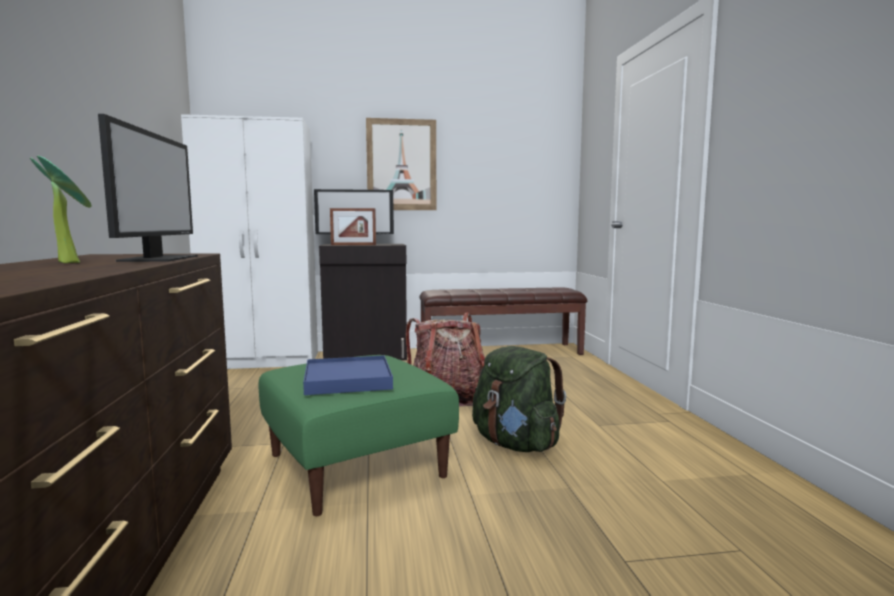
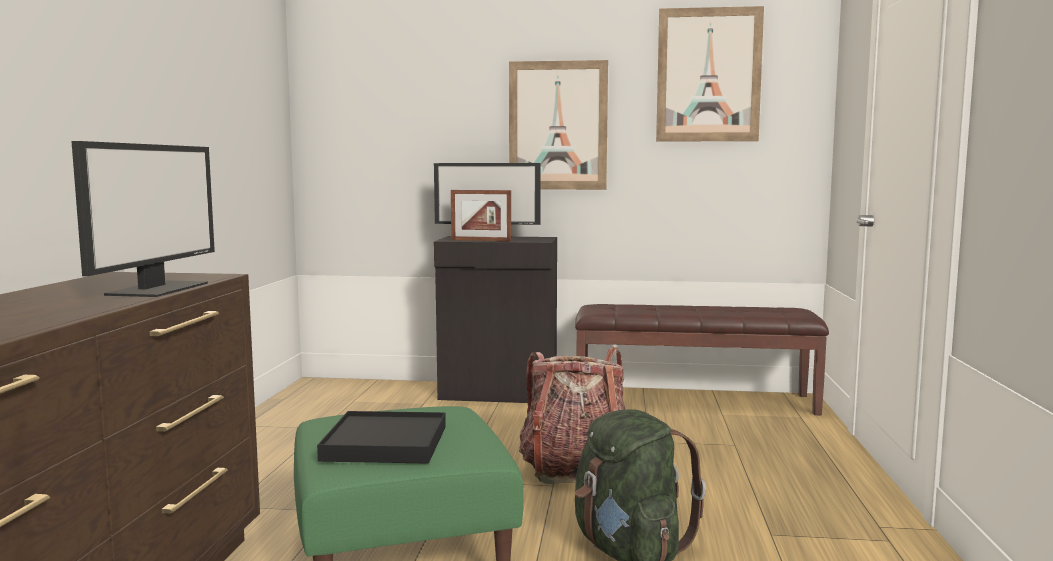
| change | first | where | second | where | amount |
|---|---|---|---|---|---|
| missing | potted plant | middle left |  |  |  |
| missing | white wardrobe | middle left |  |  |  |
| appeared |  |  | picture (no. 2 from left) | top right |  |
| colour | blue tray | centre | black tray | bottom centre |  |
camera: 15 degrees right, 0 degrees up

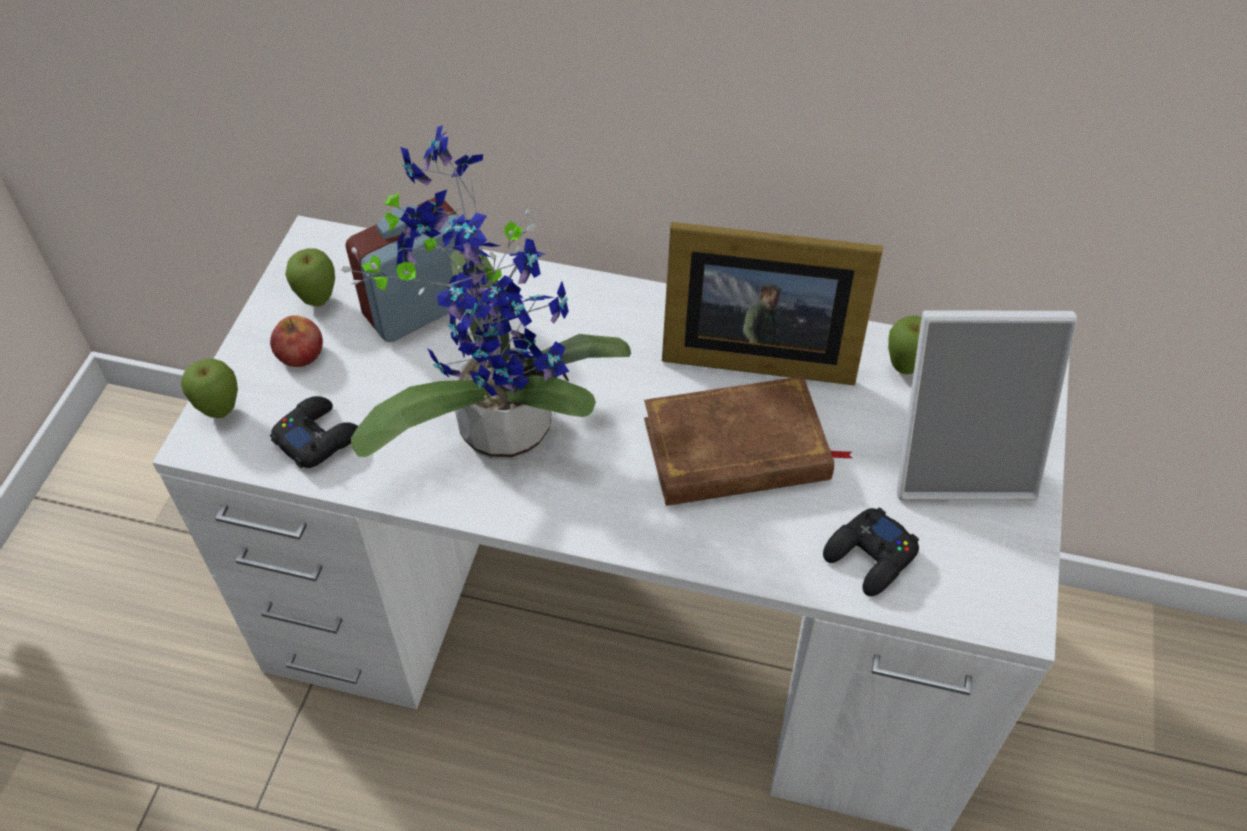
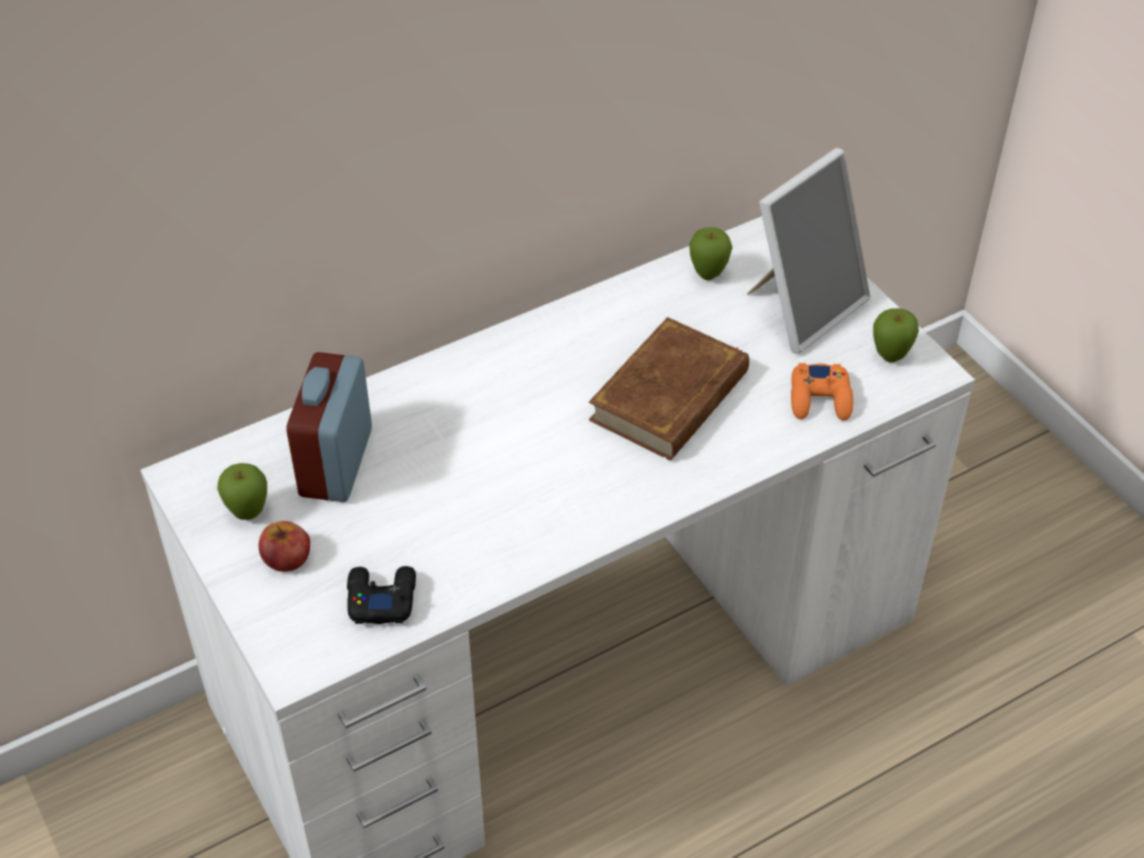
| change | first | where | second | where | amount |
|---|---|---|---|---|---|
| missing | potted plant | centre |  |  |  |
| missing | picture frame (no. 1 from left) | centre |  |  |  |
| relocated | apple (no. 1 from left in the first image) | middle left | apple (no. 4 from left) | middle right |  |
| colour | black game controller (no. 2 from left) | middle right | orange game controller | middle right |  |
camera: 45 degrees left, 5 degrees down

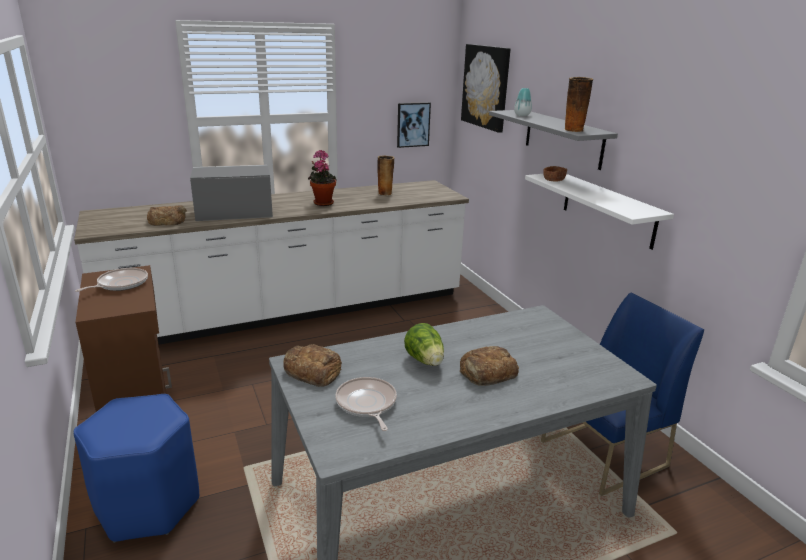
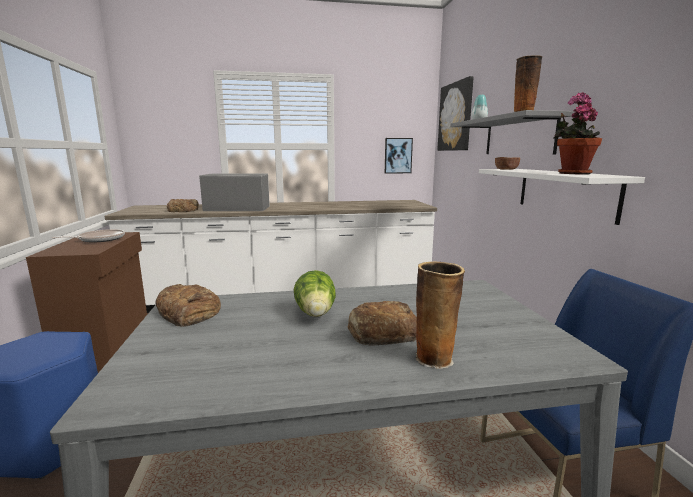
| change | first | where | second | where | amount |
|---|---|---|---|---|---|
| missing | frying pan (no. 2 from left) | bottom centre |  |  |  |
| relocated | potted plant | top centre |  | top right |  |
| relocated | vase (no. 1 from left) | top centre |  | centre |  |
camera: 15 degrees right, 10 degrees down

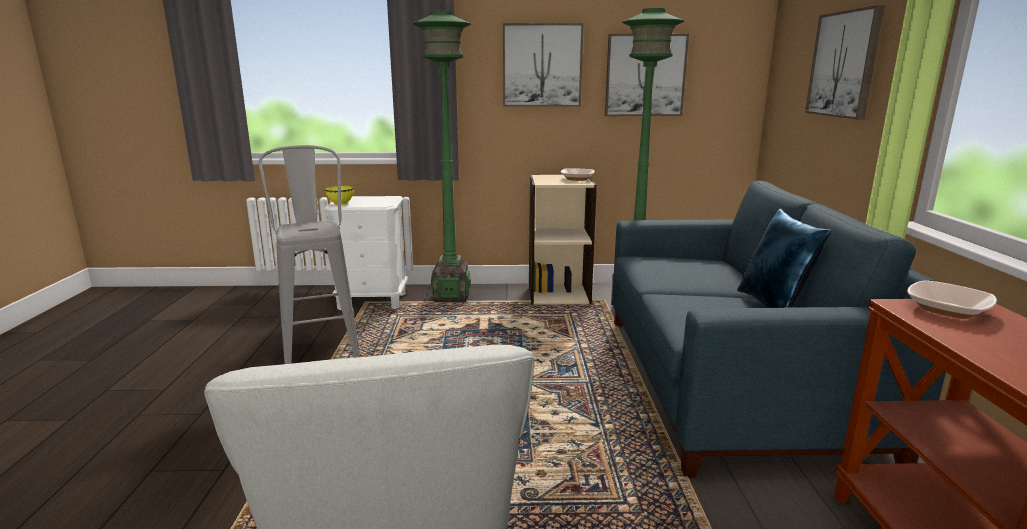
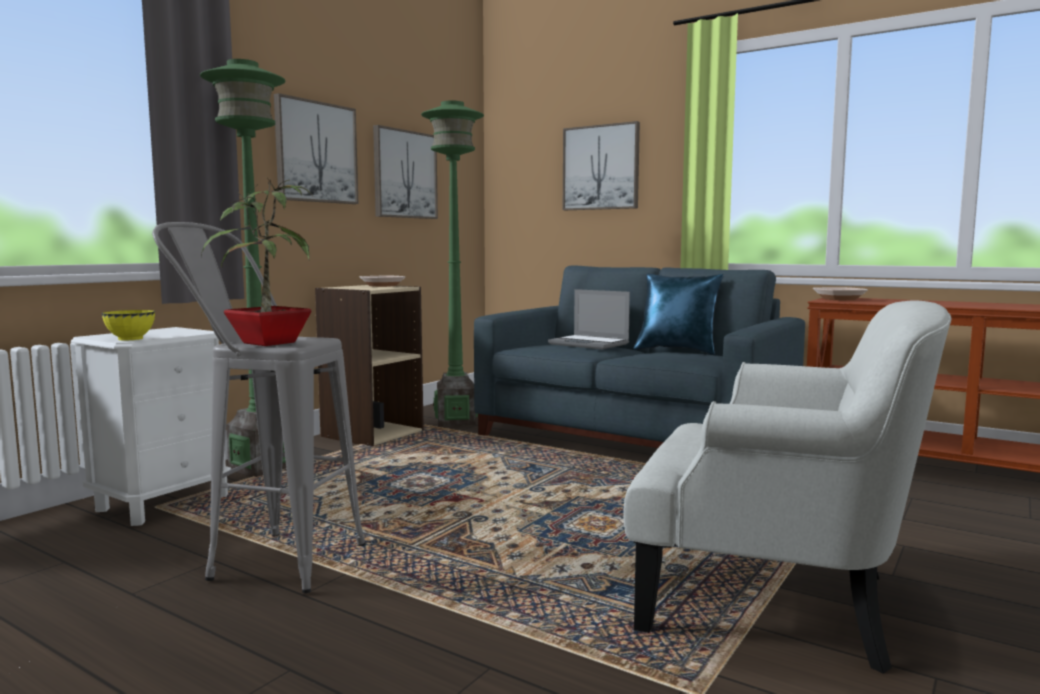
| change | first | where | second | where | amount |
|---|---|---|---|---|---|
| appeared |  |  | potted plant | middle left |  |
| appeared |  |  | laptop | centre |  |
camera: 55 degrees left, 10 degrees down

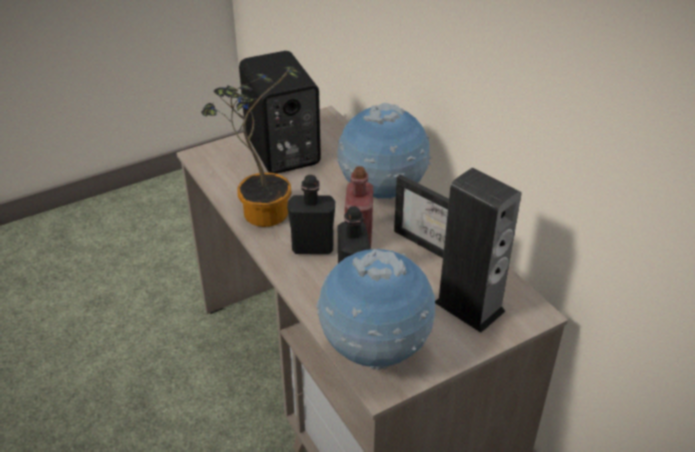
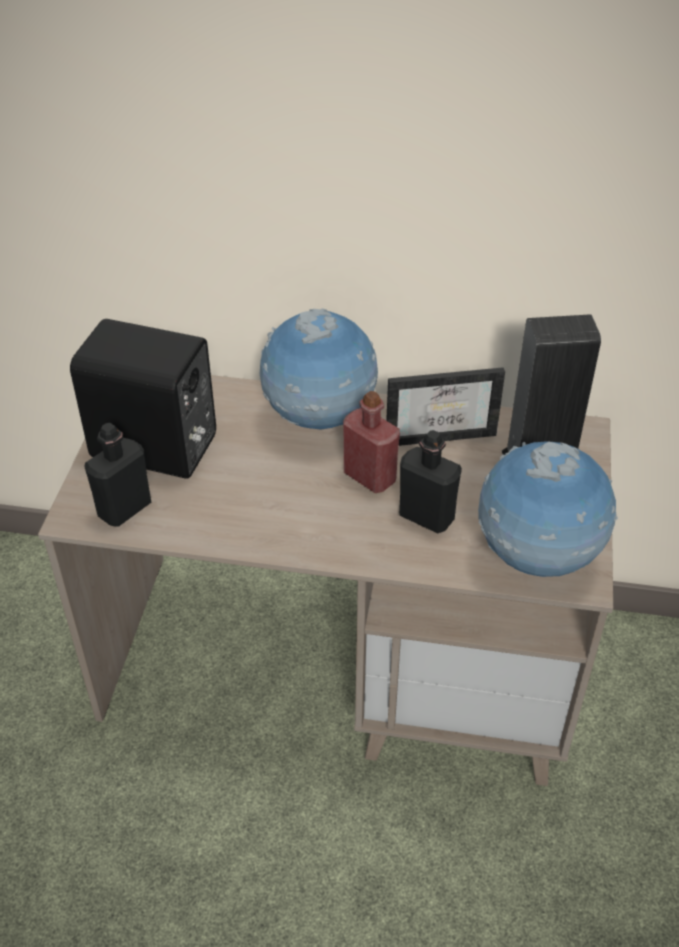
| change | first | where | second | where | amount |
|---|---|---|---|---|---|
| missing | potted plant | top centre |  |  |  |
| relocated | black bottle (no. 1 from left) | centre |  | middle left |  |
camera: 50 degrees left, 5 degrees up

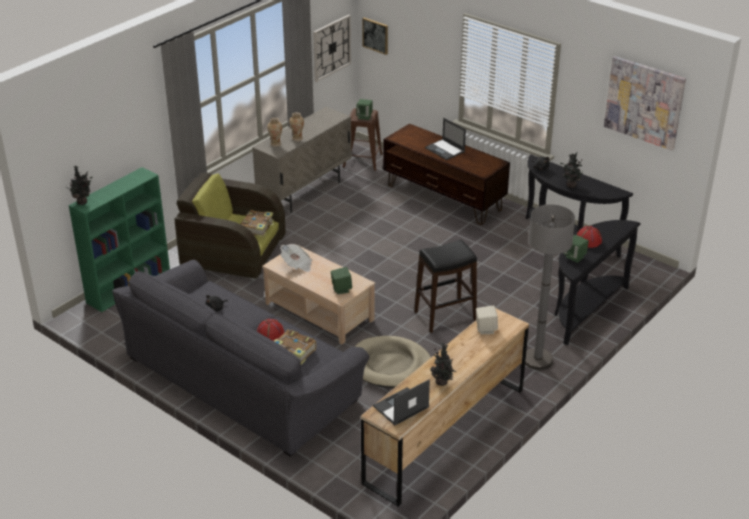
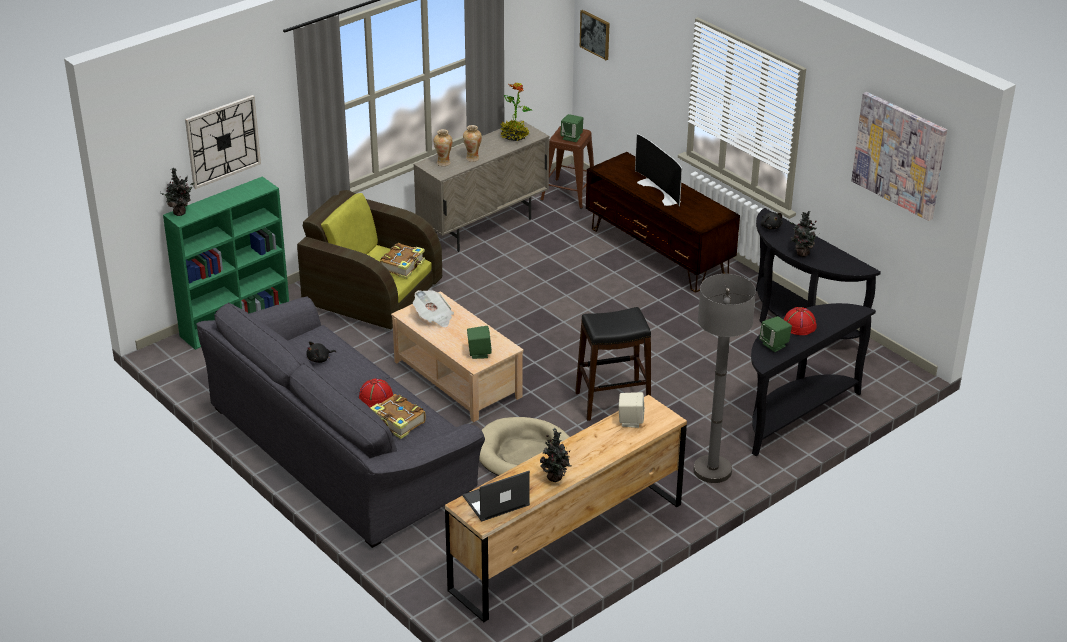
| change | first | where | second | where | amount |
|---|---|---|---|---|---|
| appeared |  |  | potted plant (no. 2 from left) | top centre |  |
| relocated | wall clock | top centre |  | top left |  |
| exchanged | laptop (no. 2 from left) | top centre | television | top centre |  |
camera: 10 degrees right, 0 degrees up

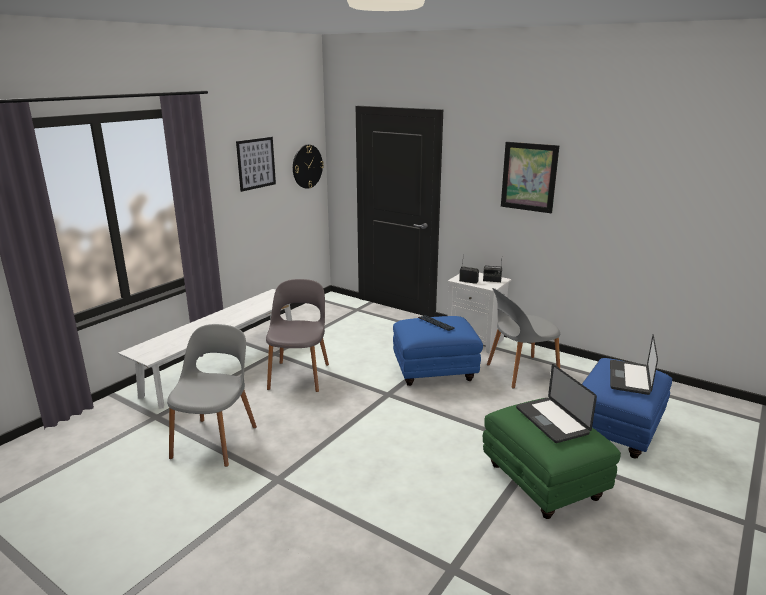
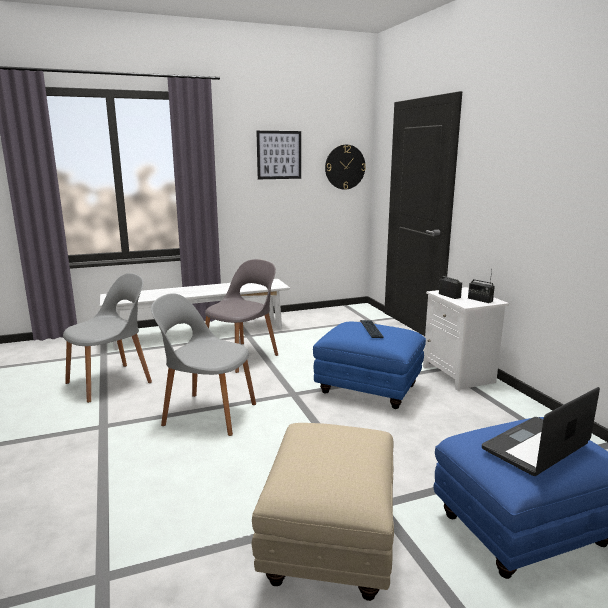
| change | first | where | second | where | amount |
|---|---|---|---|---|---|
| missing | picture (no. 2 from left) | top right |  |  |  |
| missing | laptop (no. 1 from left) | bottom right |  |  |  |
| relocated | grey chair (no. 3 from left in the first image) | middle right | grey chair (no. 2 from left) | centre |  |
| colour | green ottoman | bottom right | beige ottoman | bottom centre |  |
camera: 35 degrees right, 5 degrees down

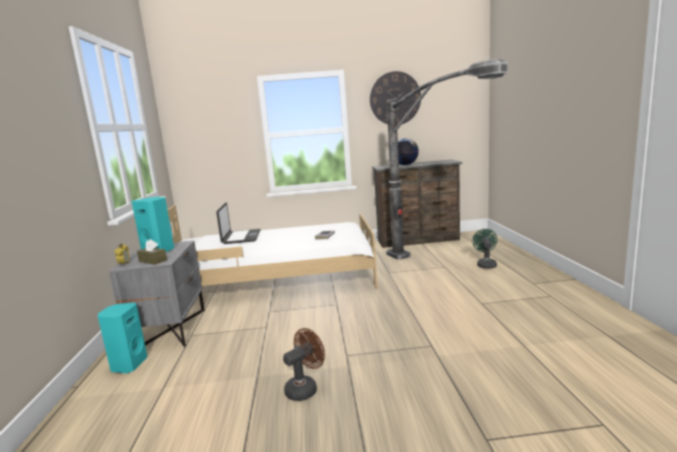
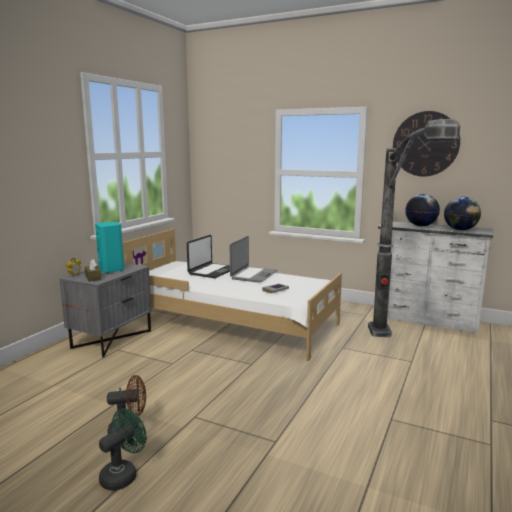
| change | first | where | second | where | amount |
|---|---|---|---|---|---|
| missing | turquoise speaker (no. 1 from left) | bottom left |  |  |  |
| appeared |  |  | laptop (no. 2 from left) | centre |  |
| appeared |  |  | globe (no. 2 from left) | middle right |  |
| relocated | green fan | middle right |  | bottom left |  |
| colour | brown dresser | centre | white dresser | middle right |  |
camera: 30 degrees right, 0 degrees up

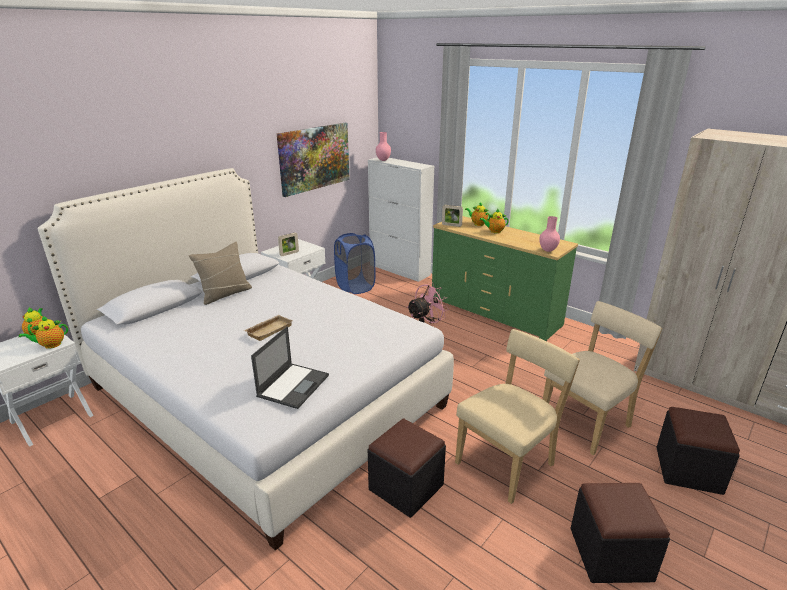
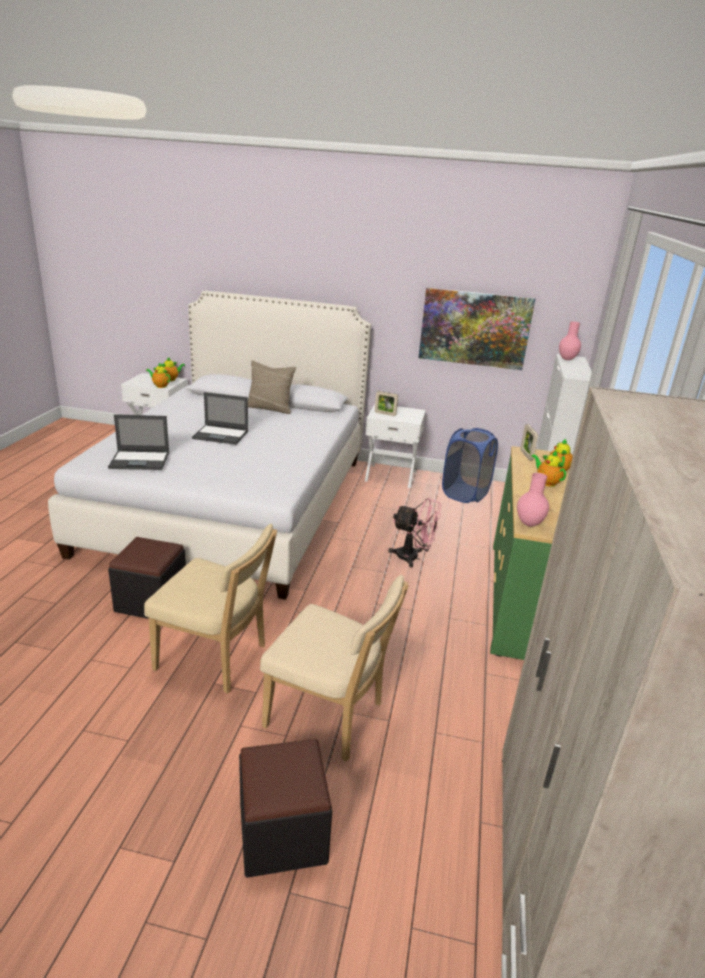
| change | first | where | second | where | amount |
|---|---|---|---|---|---|
| missing | black ottoman (no. 2 from left) | bottom right |  |  |  |
| exchanged | beige tray | centre | laptop (no. 2 from left) | middle left |  |
camera: 60 degrees right, 0 degrees up

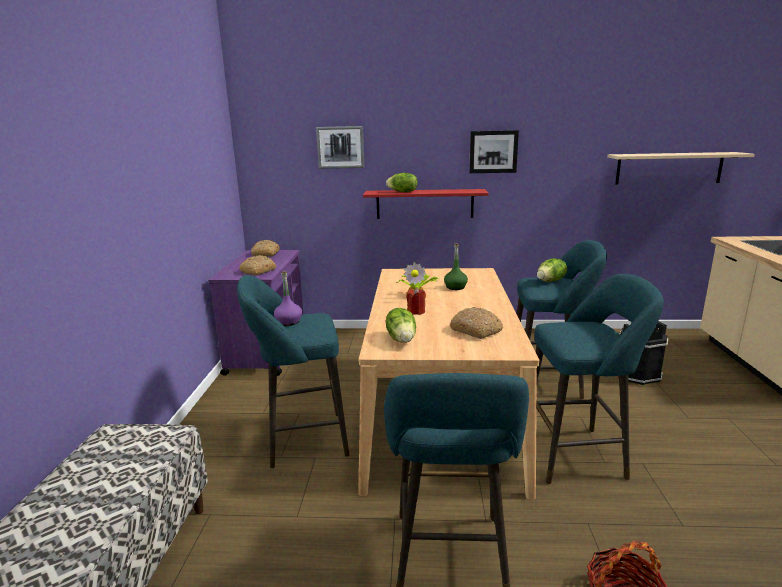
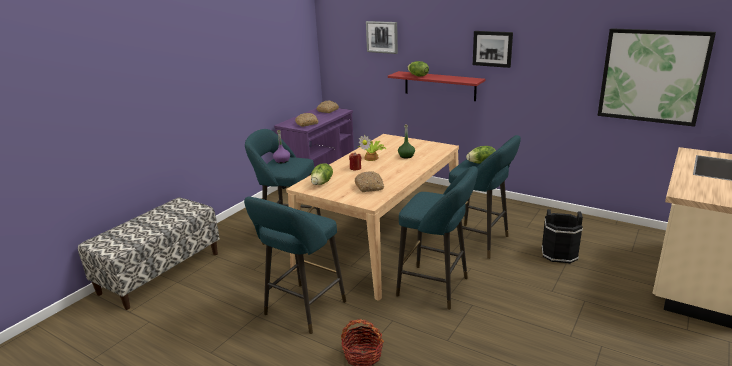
| change | first | where | second | where | amount |
|---|---|---|---|---|---|
| exchanged | beige shelf | top right | picture (no. 3 from left) | top right |  |
camera: 30 degrees right, 5 degrees up

